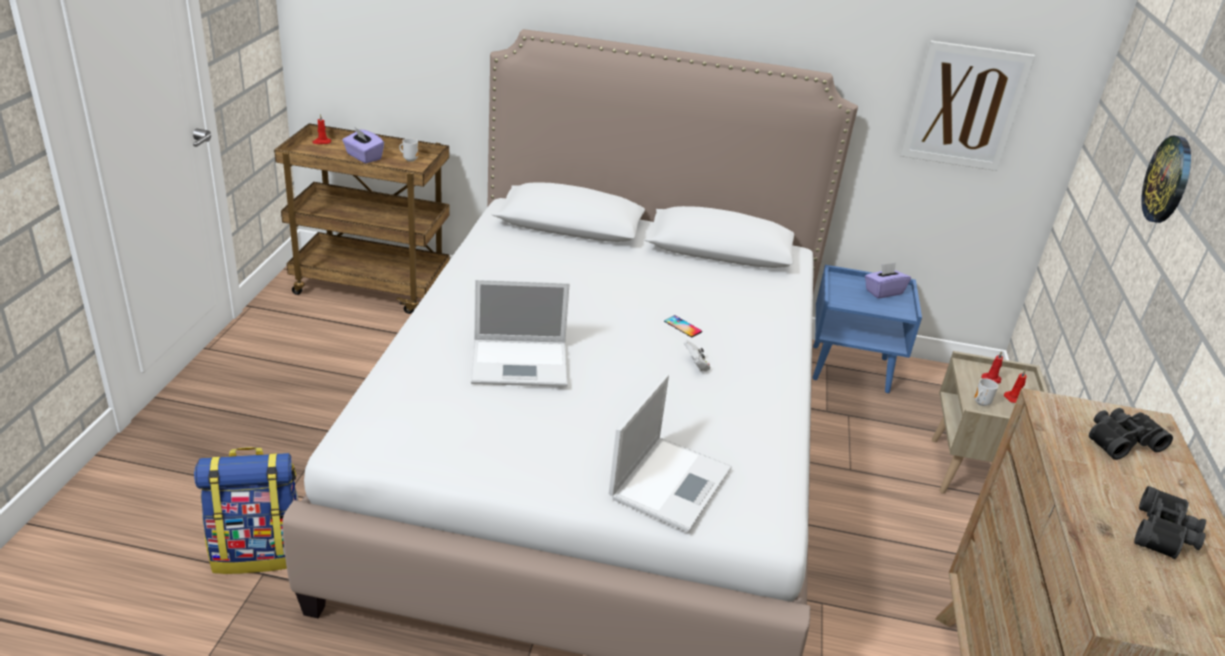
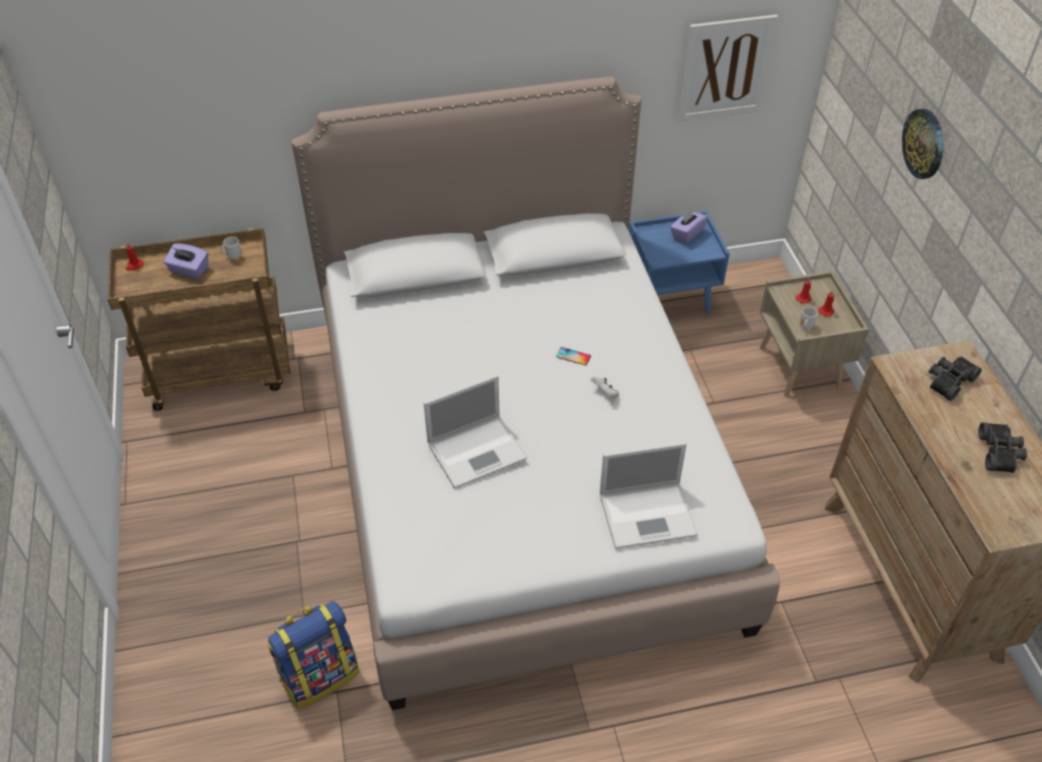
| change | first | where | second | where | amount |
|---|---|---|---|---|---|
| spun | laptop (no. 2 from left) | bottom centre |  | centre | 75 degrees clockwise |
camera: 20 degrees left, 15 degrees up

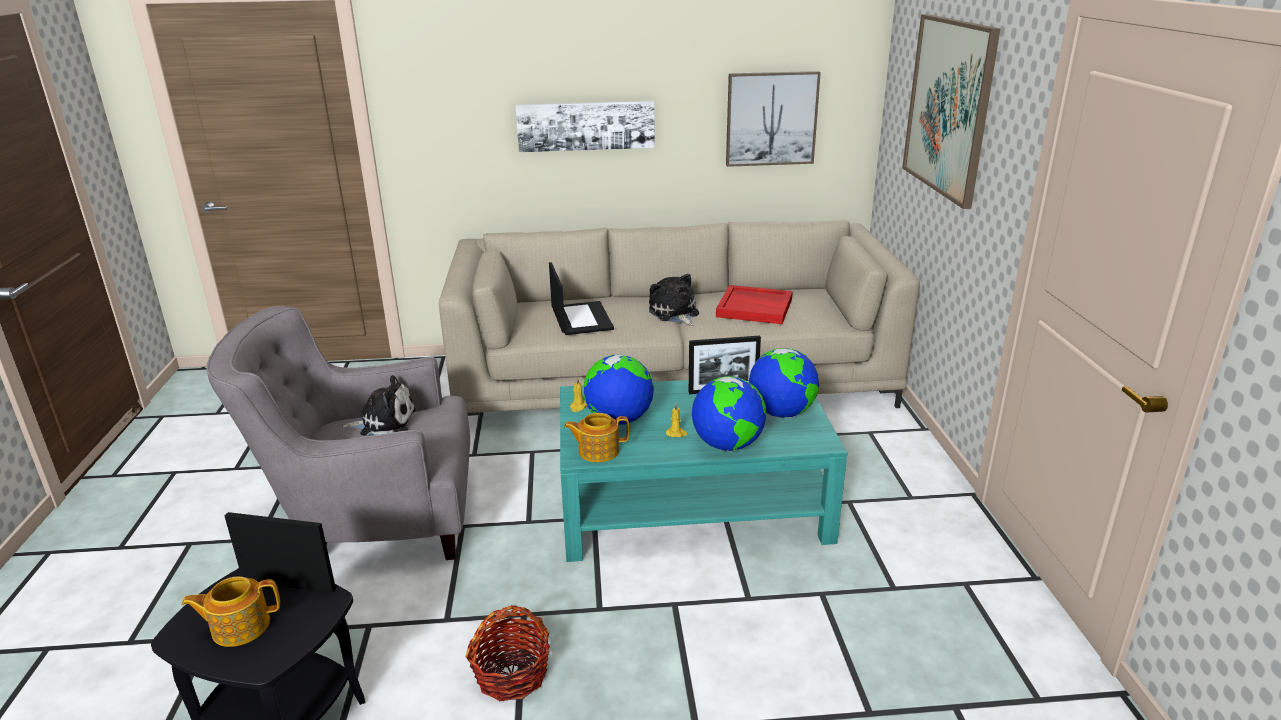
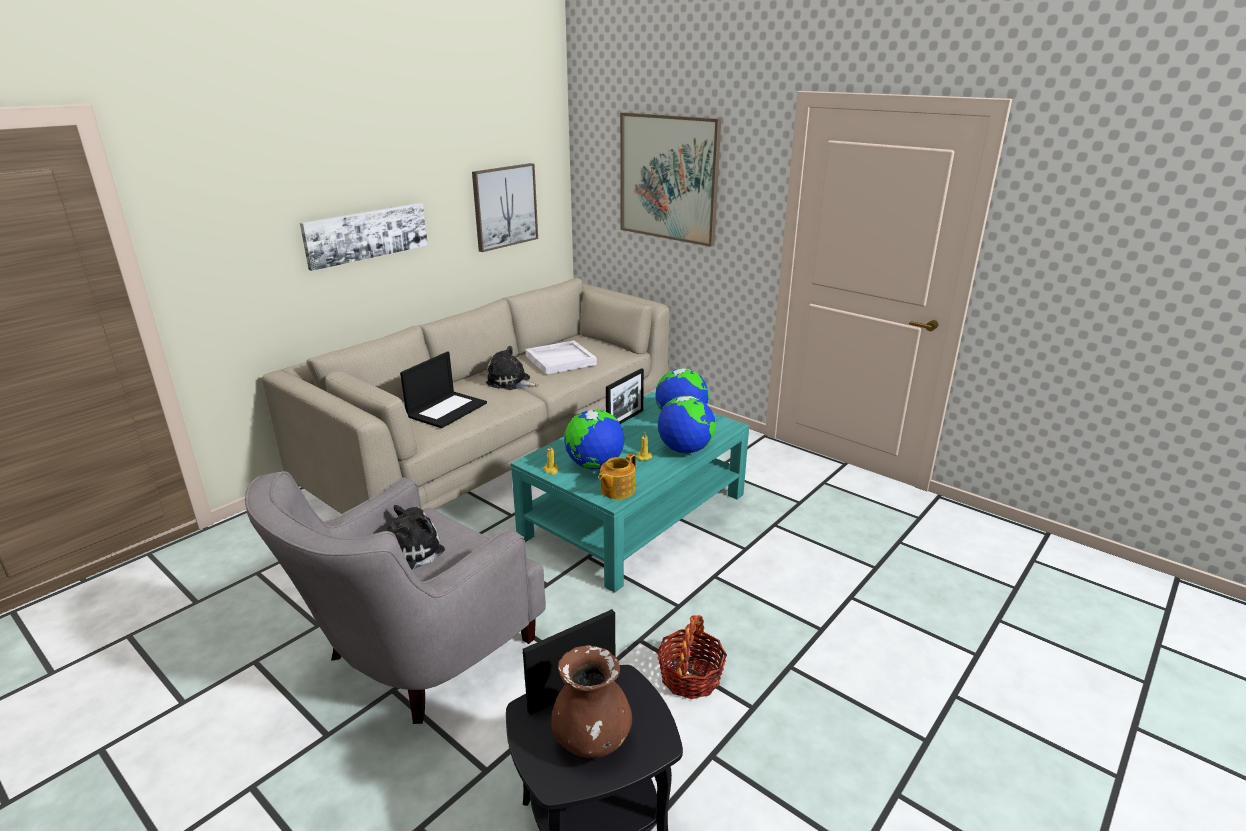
| change | first | where | second | where | amount |
|---|---|---|---|---|---|
| exchanged | teapot (no. 1 from left) | bottom left | brown vase | bottom centre |  |
| colour | red tray | centre | white tray | centre |  |
| spun | laptop | centre |  | centre | 90 degrees clockwise |
camera: 45 degrees left, 0 degrees up

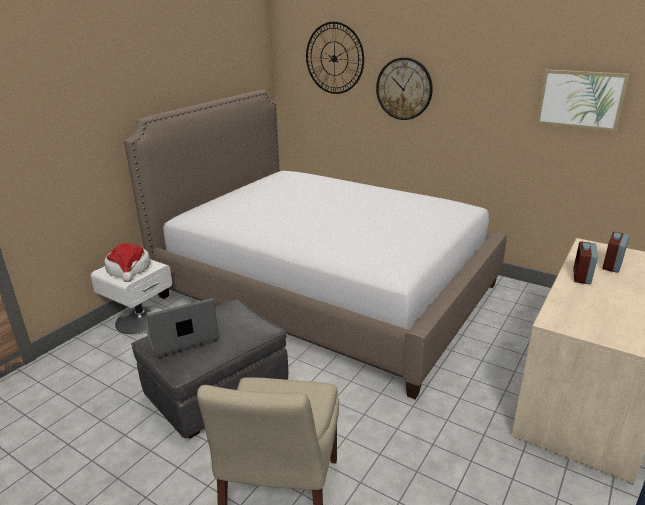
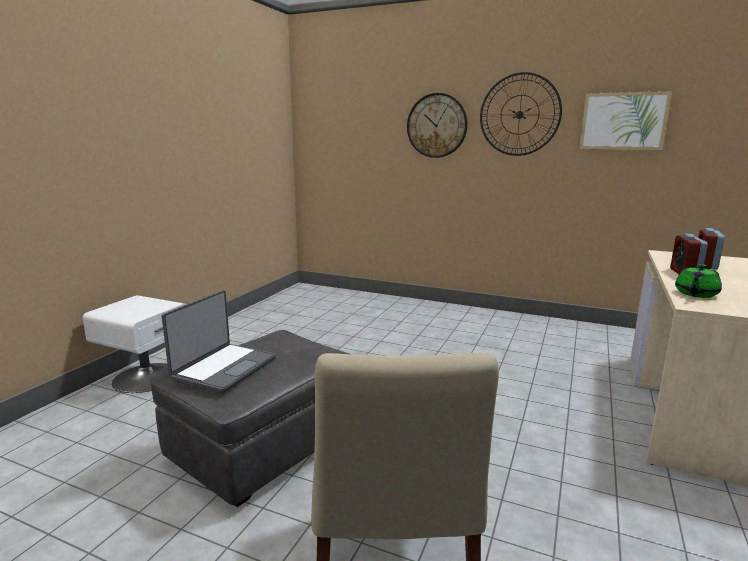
| change | first | where | second | where | amount |
|---|---|---|---|---|---|
| missing | hat | middle left |  |  |  |
| missing | bed | centre |  |  |  |
| appeared |  |  | green teapot | middle right |  |
| relocated | wall clock (no. 1 from left in the first image) | top centre | wall clock (no. 2 from left) | top right |  |
| spun | laptop | middle left |  | middle left | 150 degrees clockwise |
camera: 10 degrees left, 10 degrees down

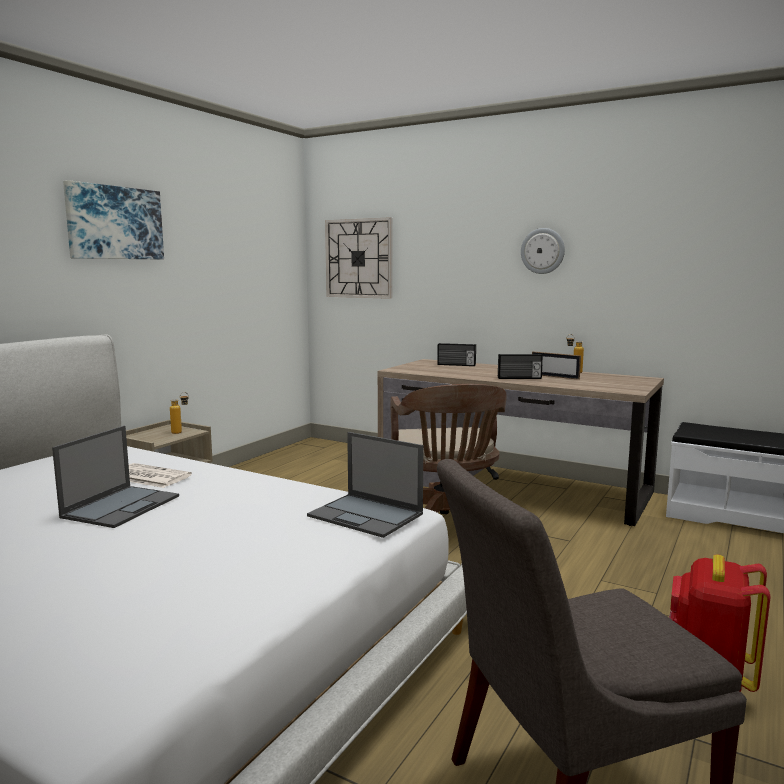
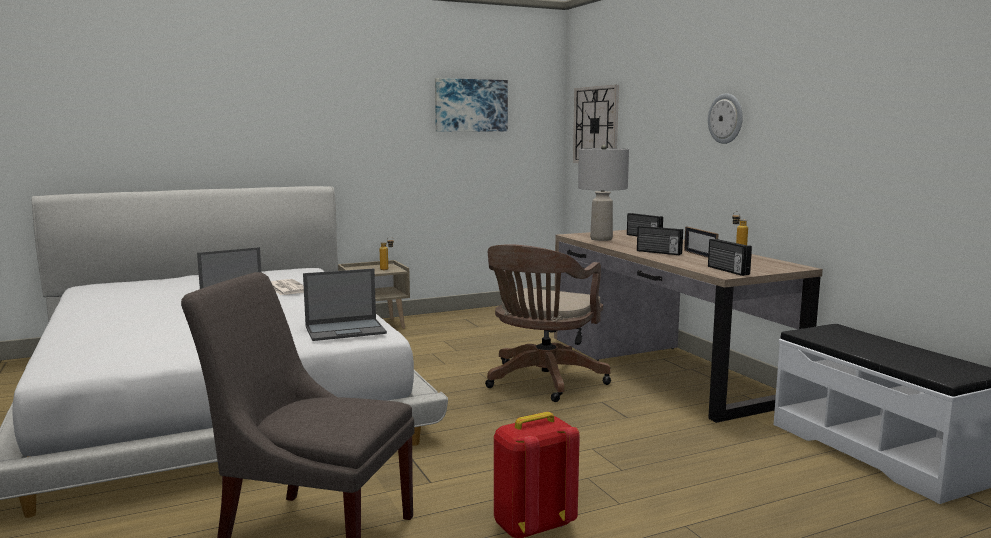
| change | first | where | second | where | amount |
|---|---|---|---|---|---|
| appeared |  |  | grey table lamp | centre |  |
| appeared |  |  | radio (no. 3 from left) | middle right |  |
| relocated | picture | top left |  | top centre |  |
| spun | laptop (no. 2 from left) | centre |  | centre | 90 degrees counterclockwise |
camera: 35 degrees right, 0 degrees up

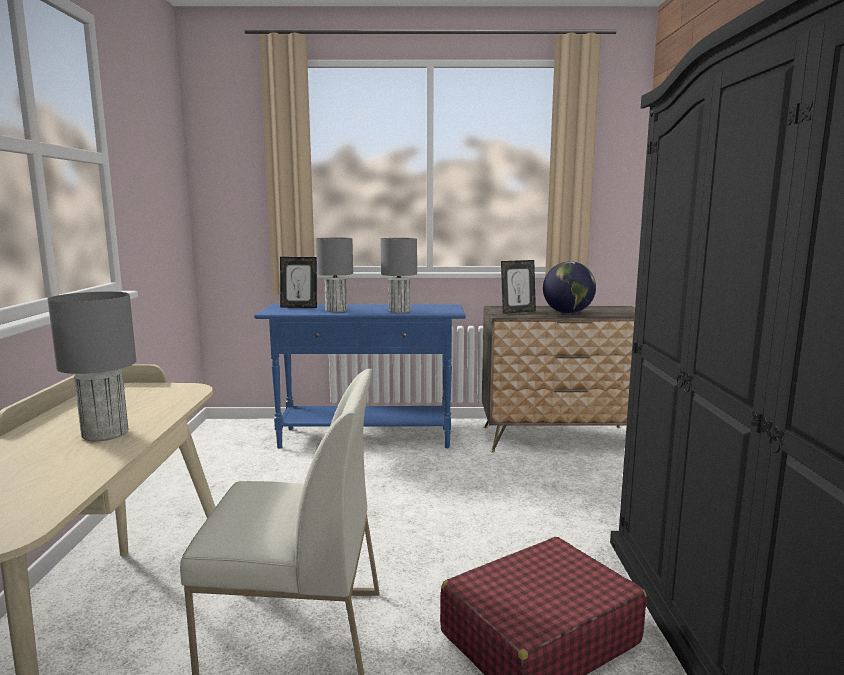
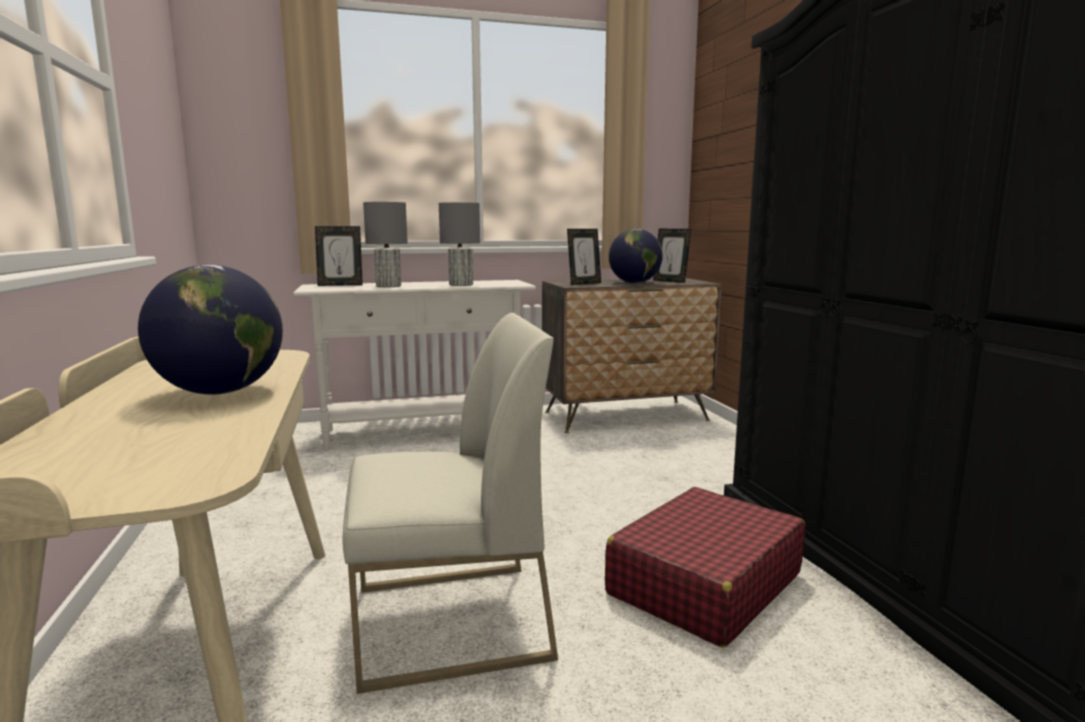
| change | first | where | second | where | amount |
|---|---|---|---|---|---|
| appeared |  |  | picture frame (no. 3 from left) | centre |  |
| exchanged | grey table lamp (no. 1 from left) | middle left | globe (no. 1 from left) | middle left |  |
| colour | blue console table | centre | white console table | centre |  |
camera: 15 degrees left, 0 degrees up

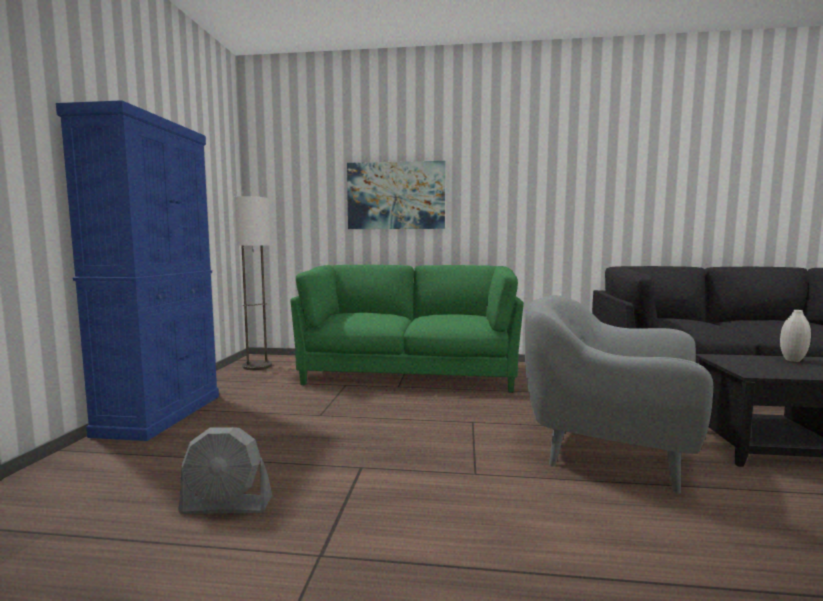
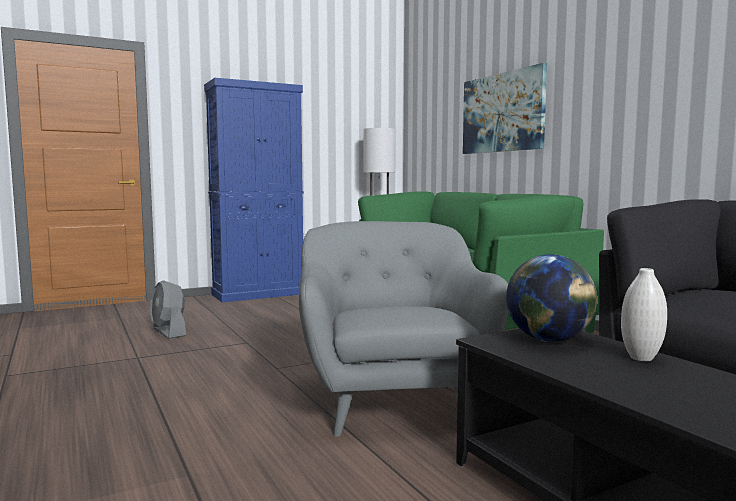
| change | first | where | second | where | amount |
|---|---|---|---|---|---|
| appeared |  |  | globe | middle right |  |
camera: 55 degrees right, 0 degrees up

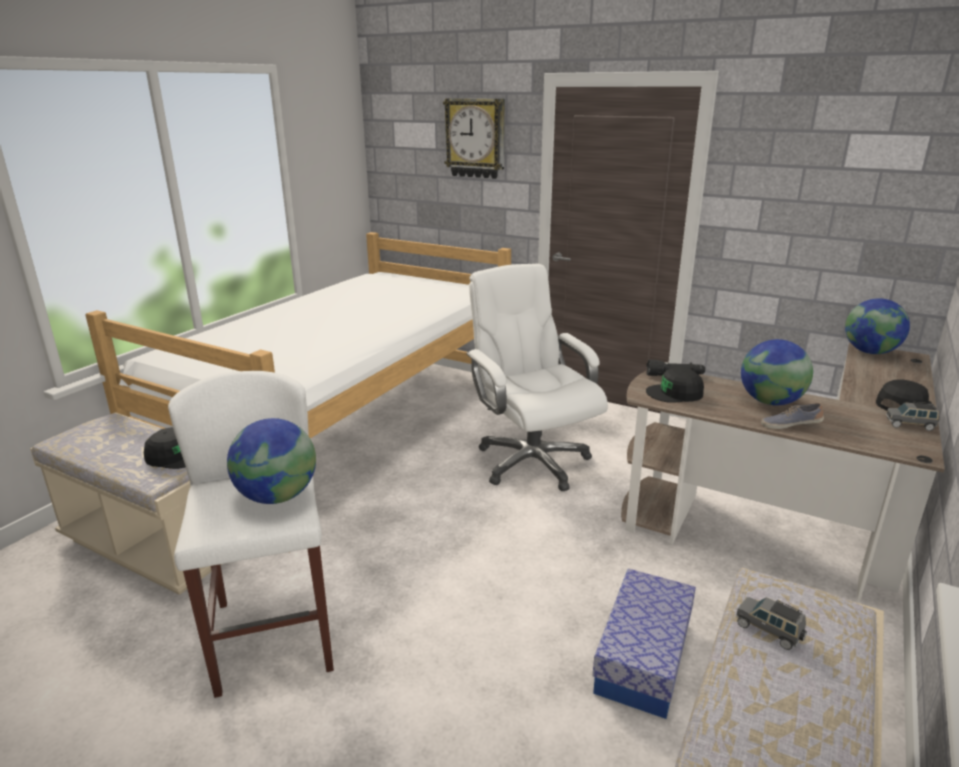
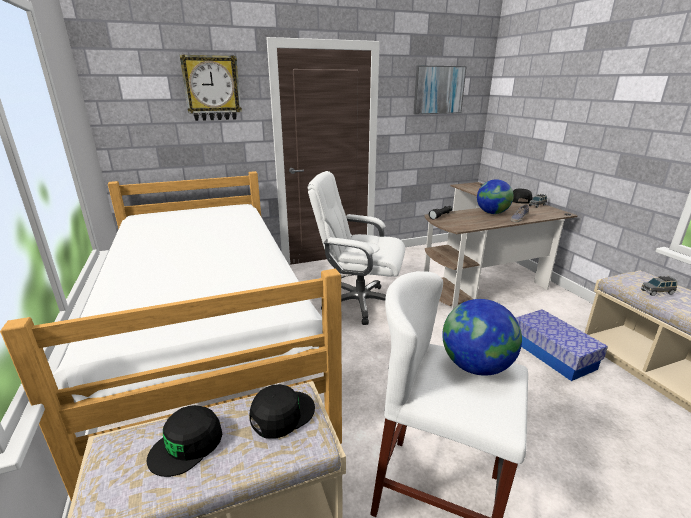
| change | first | where | second | where | amount |
|---|---|---|---|---|---|
| missing | globe (no. 3 from left) | middle right |  |  |  |
| appeared |  |  | picture | top centre |  |
| relocated | black cap (no. 2 from left in the first image) | middle right | black cap (no. 1 from left) | bottom left |  |
camera: 50 degrees left, 0 degrees up

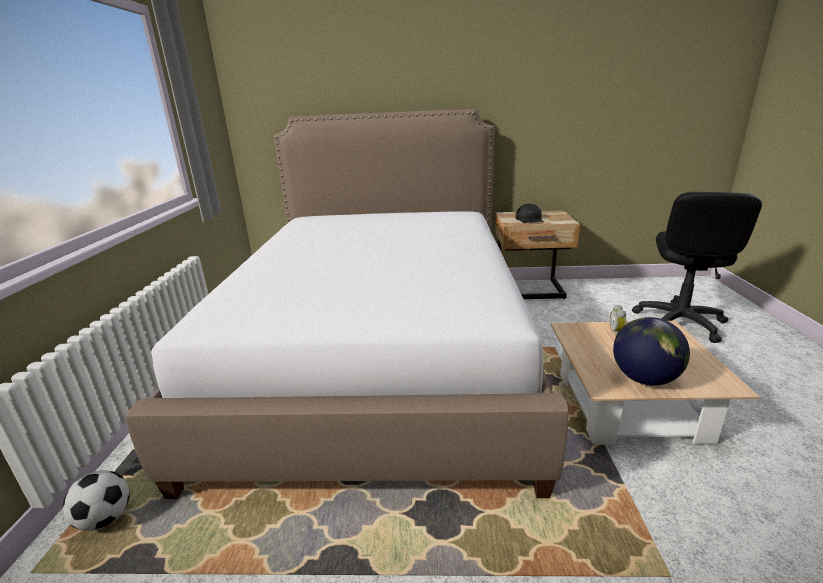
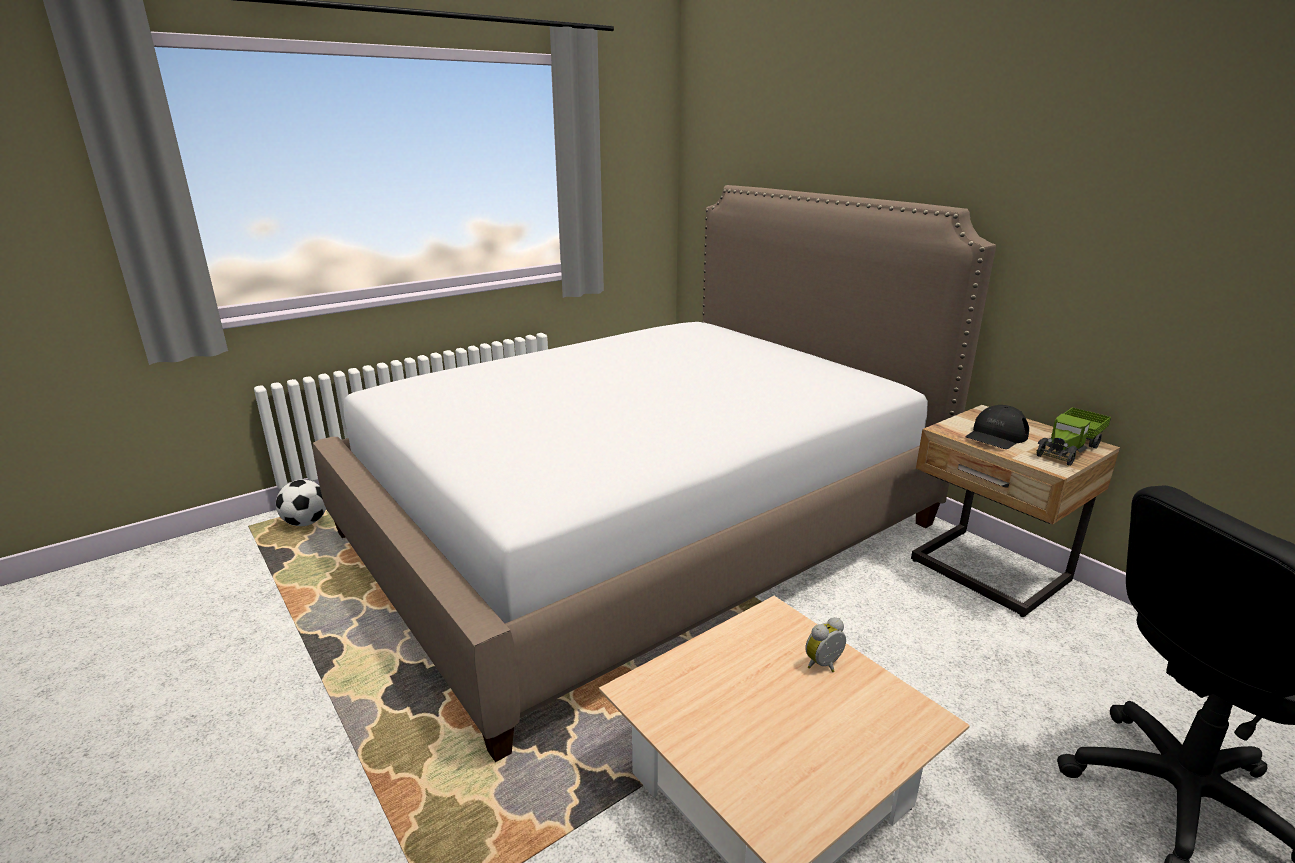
| change | first | where | second | where | amount |
|---|---|---|---|---|---|
| missing | globe | middle right |  |  |  |
| appeared |  |  | toy truck | middle right |  |
camera: 50 degrees right, 0 degrees up

